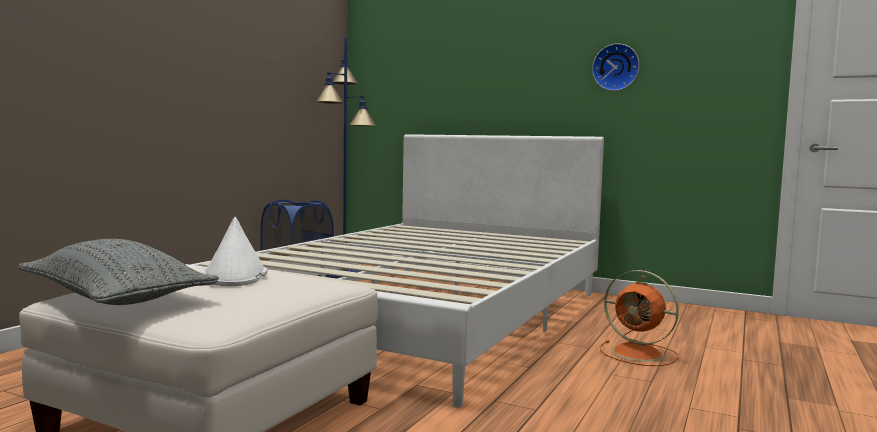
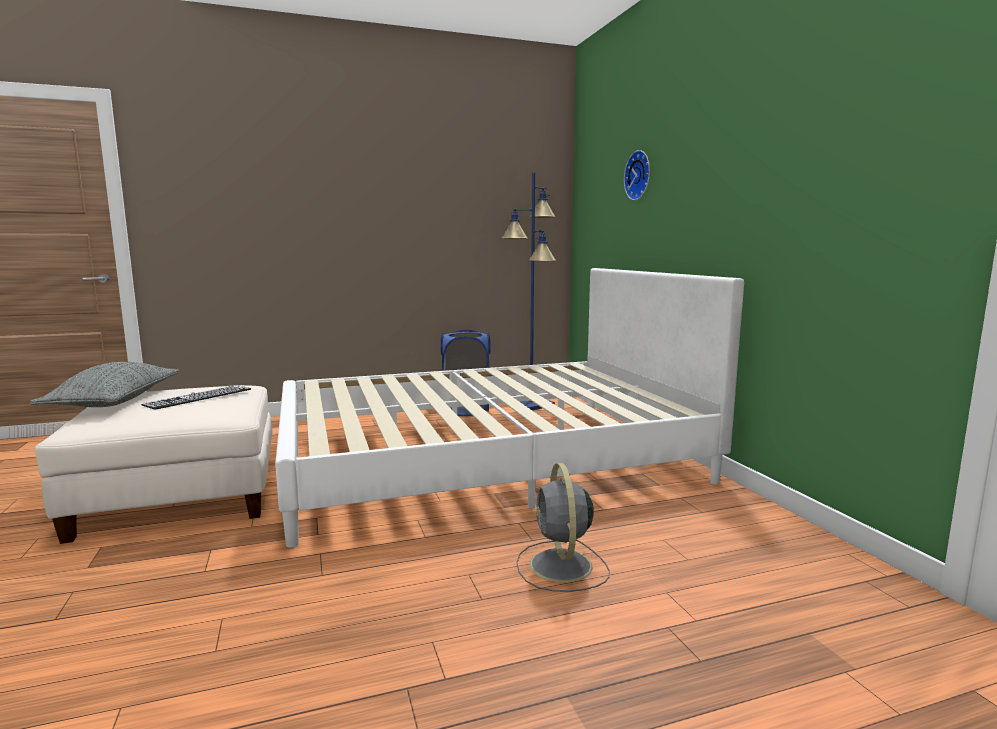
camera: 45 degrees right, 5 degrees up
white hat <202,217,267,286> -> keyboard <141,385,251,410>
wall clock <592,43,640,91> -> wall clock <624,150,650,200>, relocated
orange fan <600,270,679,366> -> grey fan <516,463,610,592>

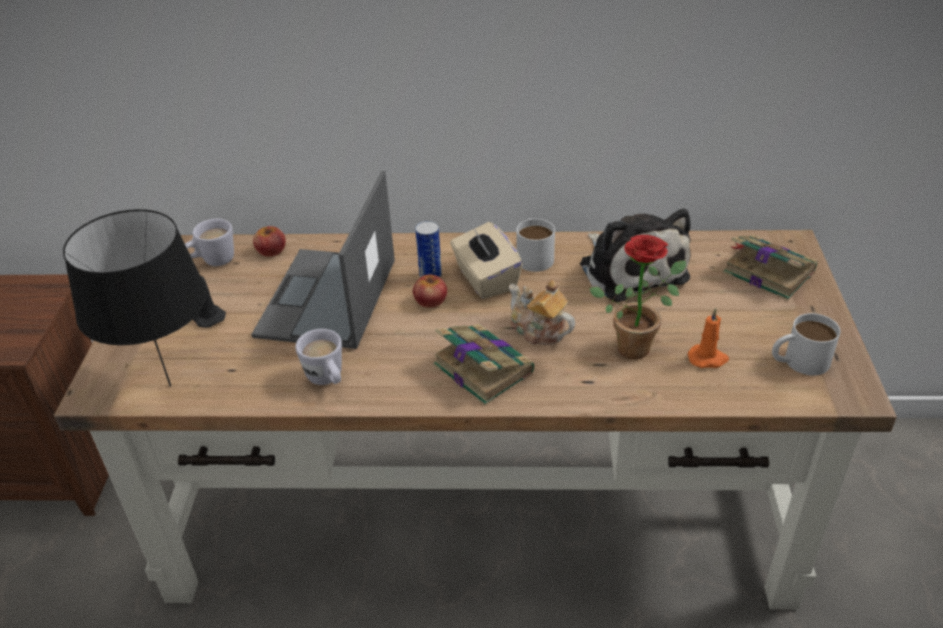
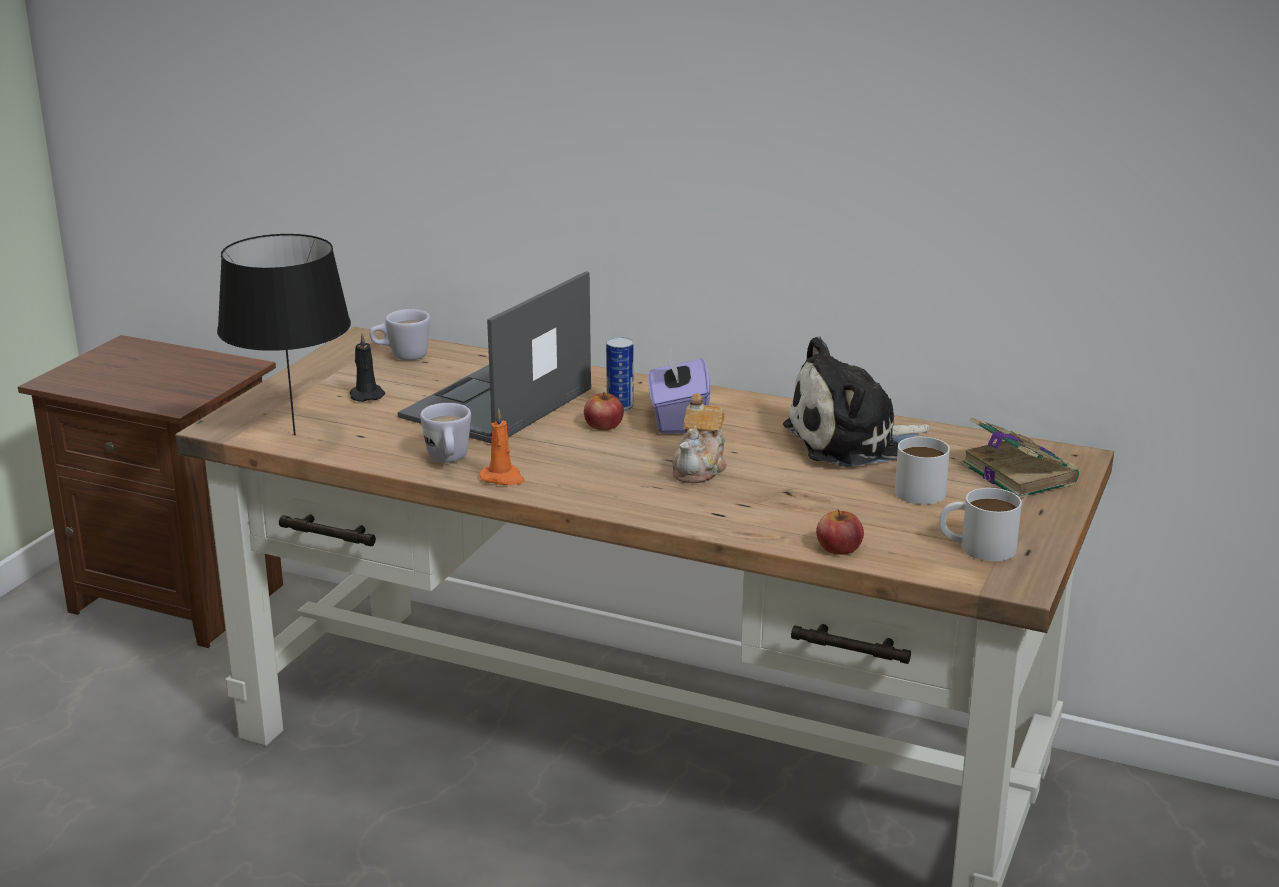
camera: 20 degrees right, 15 degrees down
apple <253,226,286,257> -> apple <816,510,864,555>, relocated
book <433,324,534,405> -> none
beige tissue box <450,222,523,299> -> purple tissue box <648,348,710,434>
teapot <509,280,575,345> -> teapot <672,393,727,483>, 135 degrees counterclockwise
white mug <517,218,555,272> -> white mug <895,437,950,504>, relocated
plush toy <580,209,691,303> -> plush toy <783,336,930,467>, 75 degrees clockwise
potted plant <589,235,686,359> -> none
orange candle <688,308,729,368> -> orange candle <480,409,525,485>, relocated

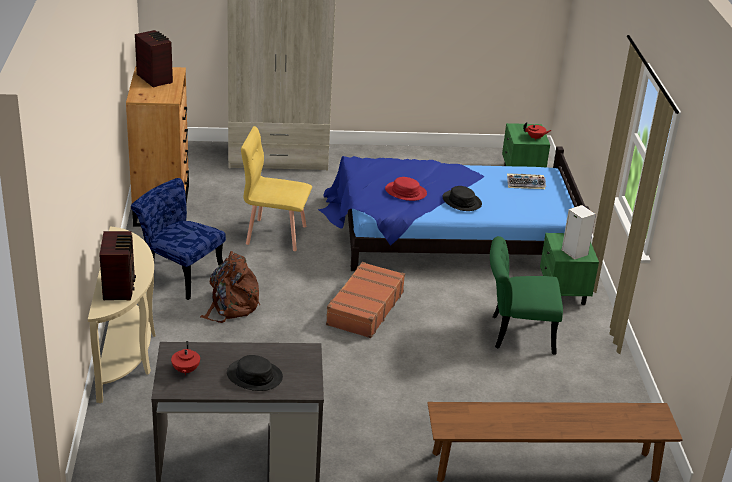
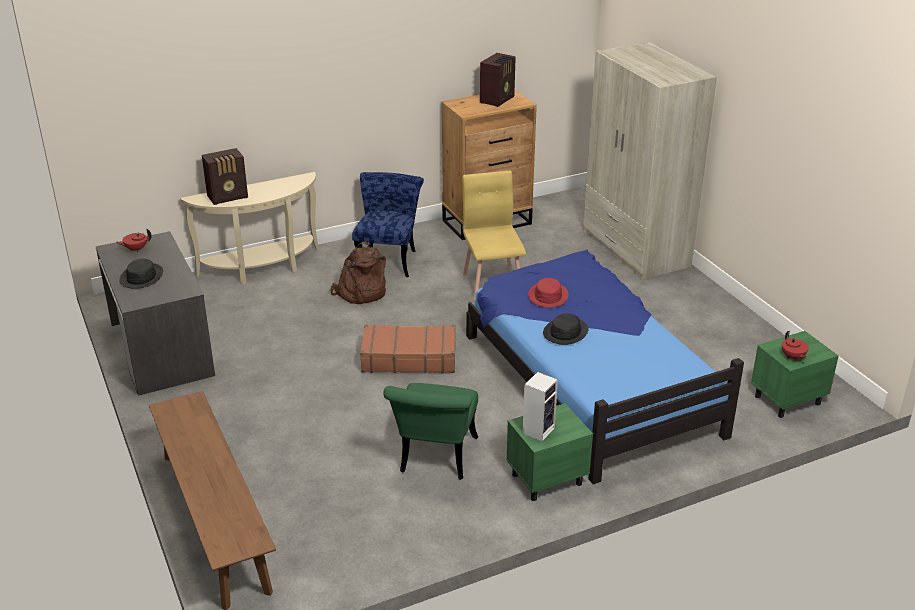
camera: 70 degrees right, 0 degrees up
green chair <490,236,563,355> -> green chair <383,383,478,480>, 150 degrees counterclockwise
keyboard <507,173,546,189> -> none

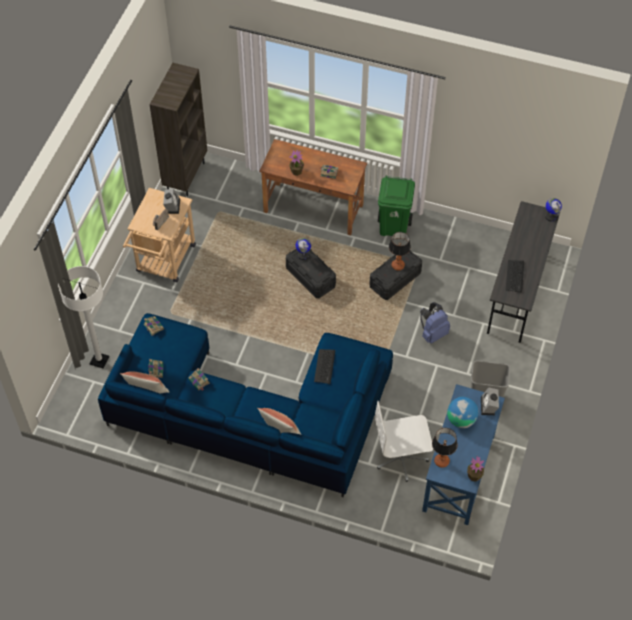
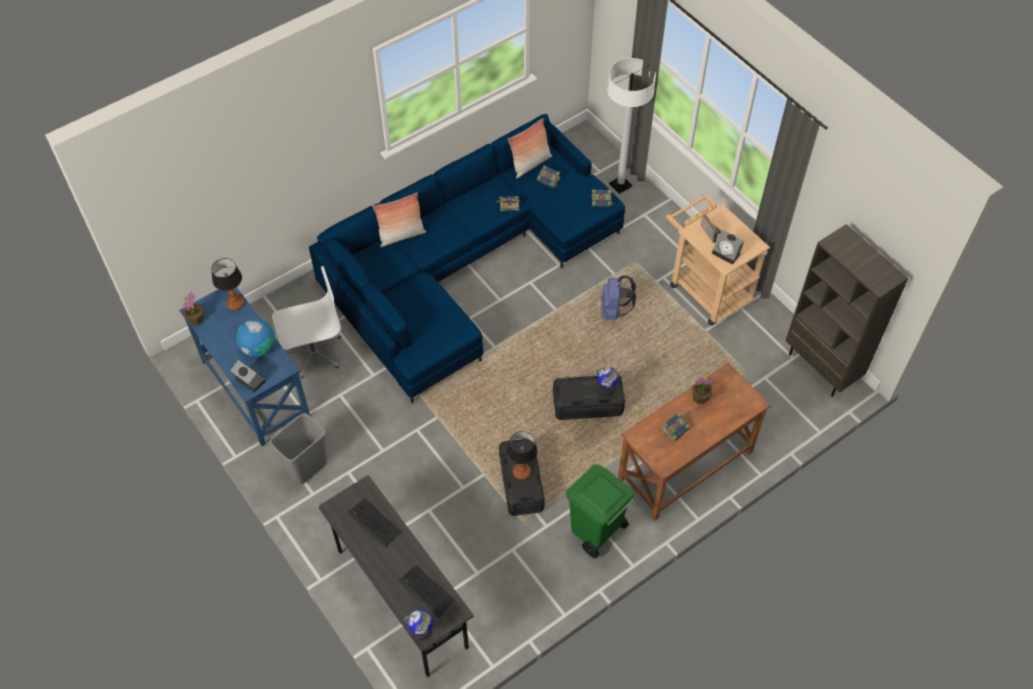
camera: 125 degrees right, 0 degrees up
keyboard <314,349,335,384> -> keyboard <399,565,455,618>, relocated
white office chair <375,401,433,482> -> white office chair <272,266,341,379>, 45 degrees clockwise
blue backpack <420,302,450,344> -> blue backpack <601,275,636,320>, relocated

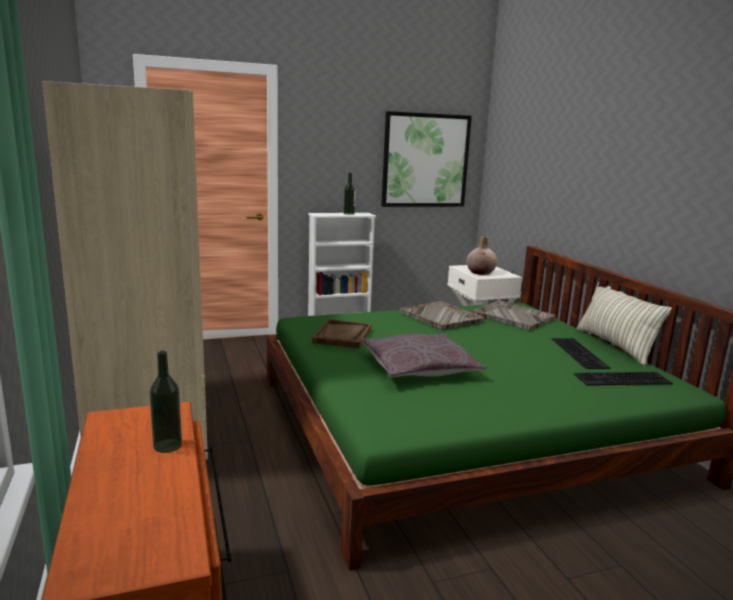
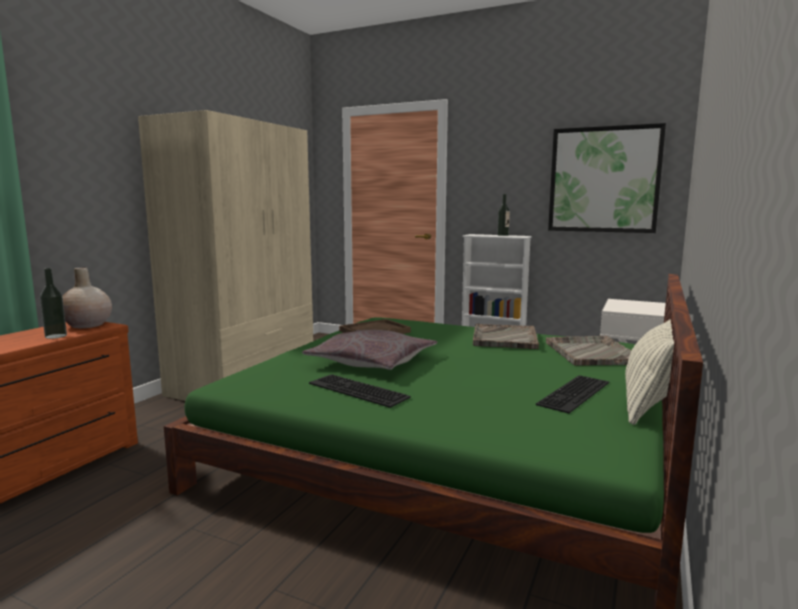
camera: 45 degrees right, 5 degrees down
beige vase <467,235,497,275> -> beige vase <62,267,112,328>, relocated
keyboard <574,372,673,386> -> keyboard <309,375,411,408>, relocated

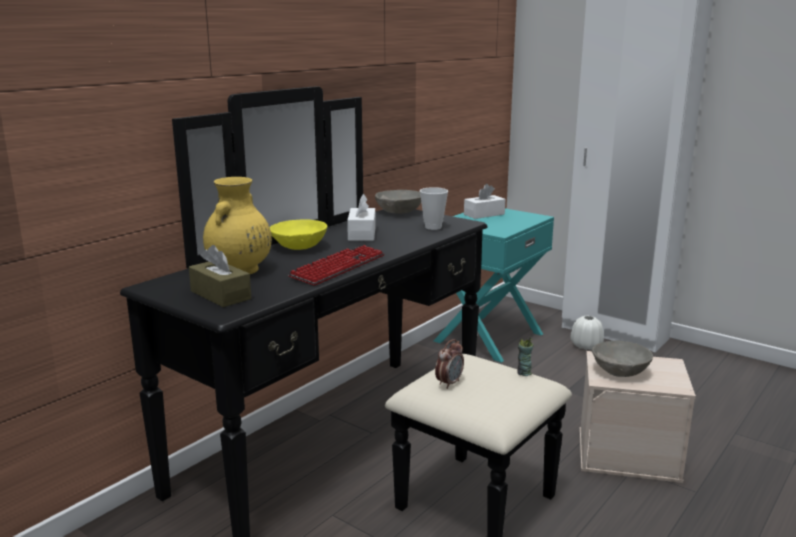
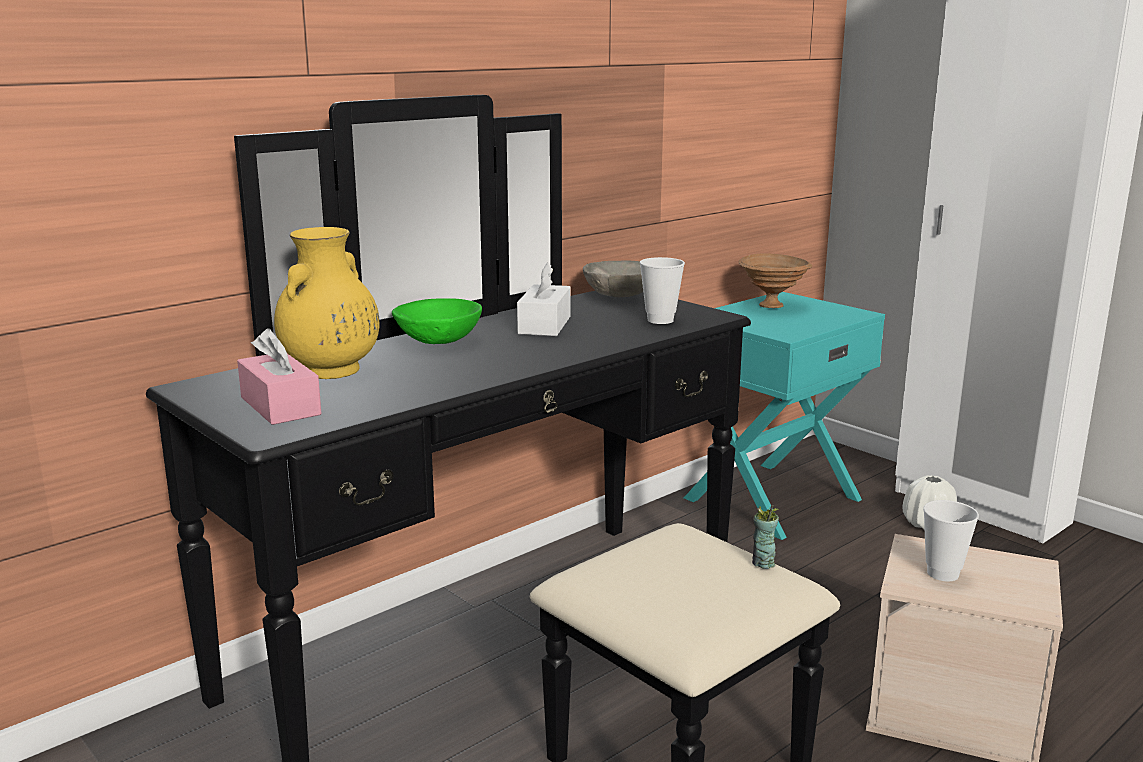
camera: 10 degrees right, 0 degrees up
brown tissue box <189,245,251,307> -> pink tissue box <237,328,322,425>
yellow bowl <270,219,327,250> -> green bowl <392,298,482,344>
keyboard <288,245,385,286> -> none
alarm clock <435,339,464,389> -> none
white tissue box <464,184,505,219> -> brown bowl <739,253,812,308>
grey bowl <592,341,653,377> -> cup <923,500,979,582>

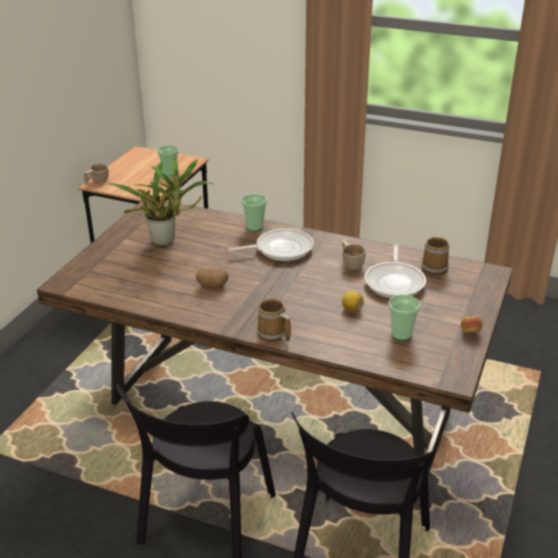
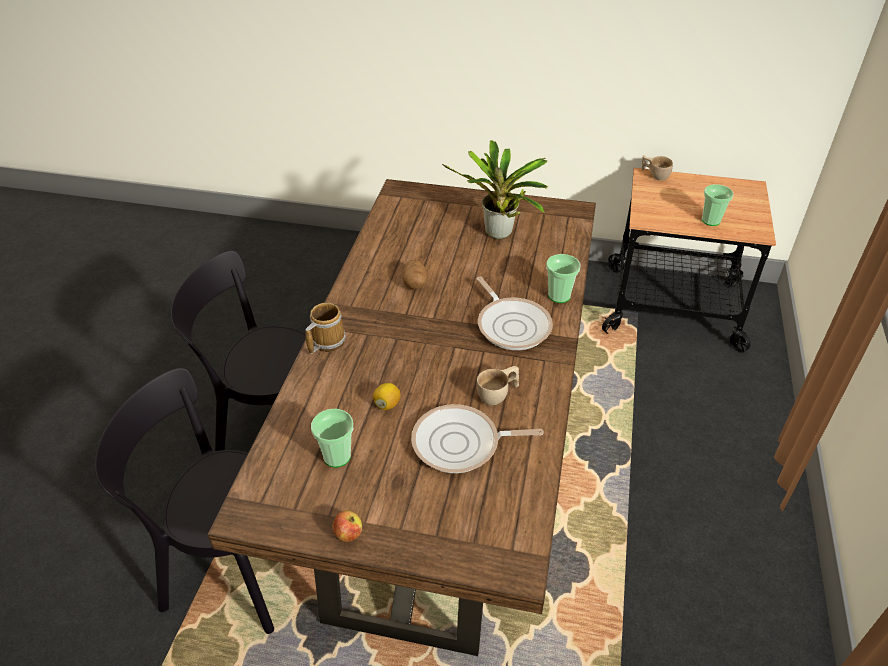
camera: 80 degrees right, 10 degrees up
mug <421,235,450,276> -> none

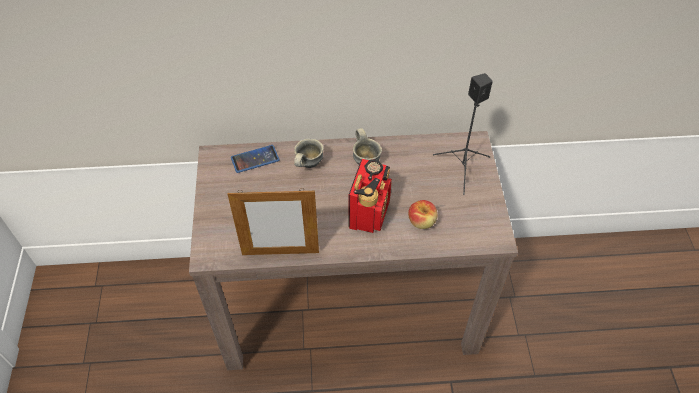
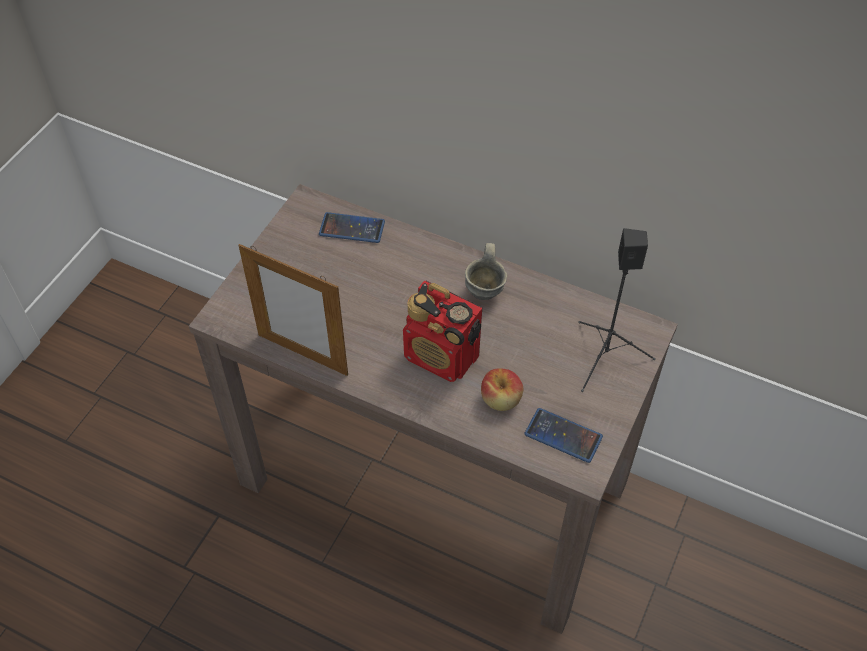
camera: 30 degrees right, 0 degrees up
grey mug <294,139,324,168> -> none
radio <348,159,392,233> -> radio <403,281,482,382>, 75 degrees clockwise
none -> phone <524,408,603,463>

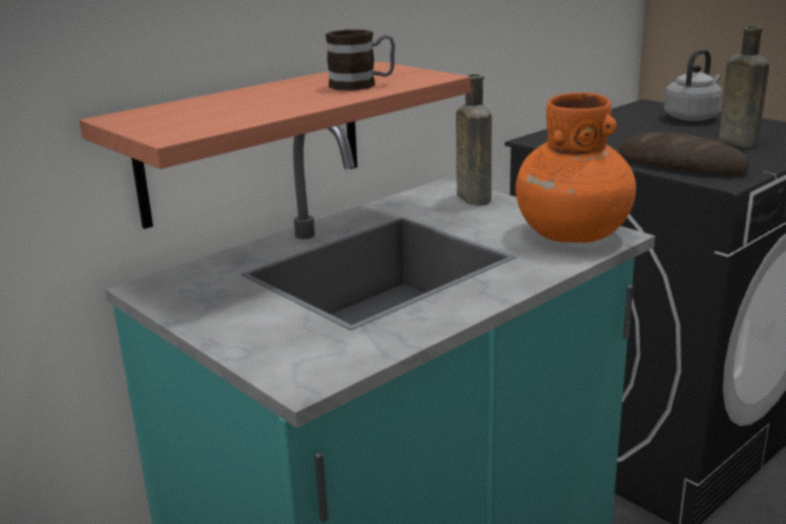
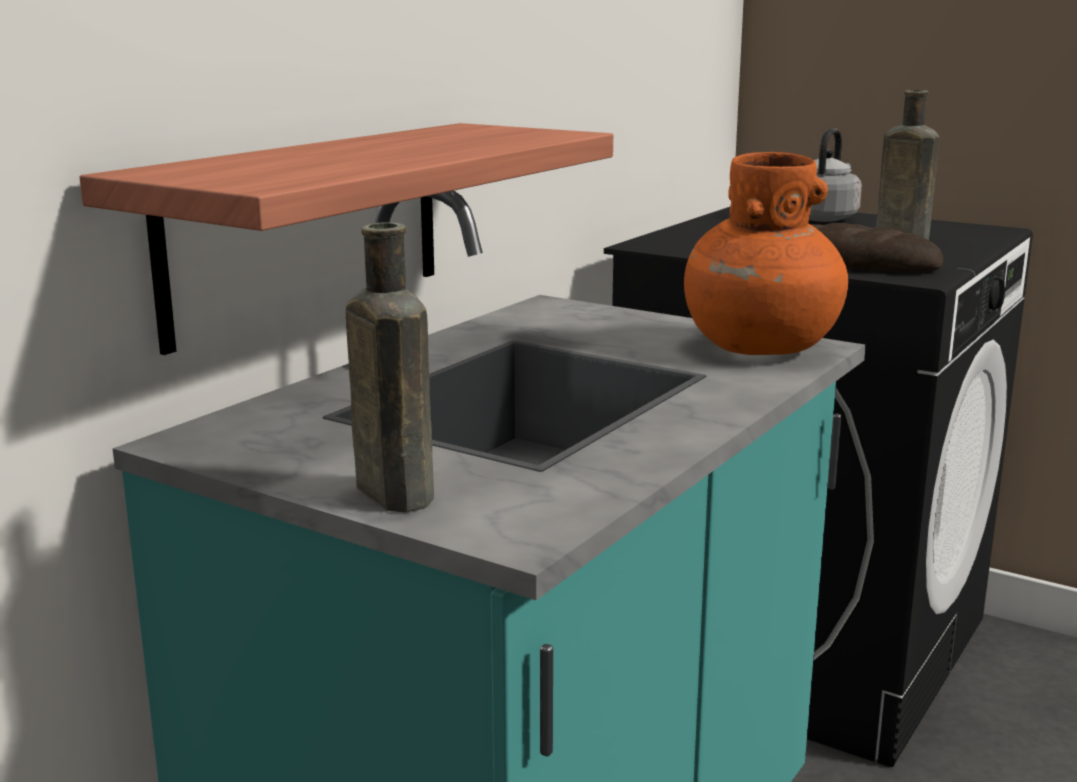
camera: 15 degrees left, 5 degrees down
mug <326,29,395,91> -> none
brown bottle <456,74,492,206> -> brown bottle <346,222,434,512>, relocated

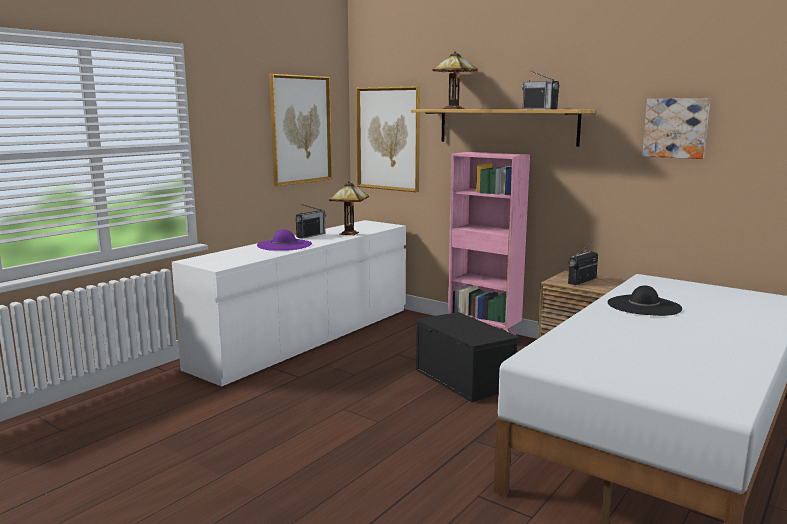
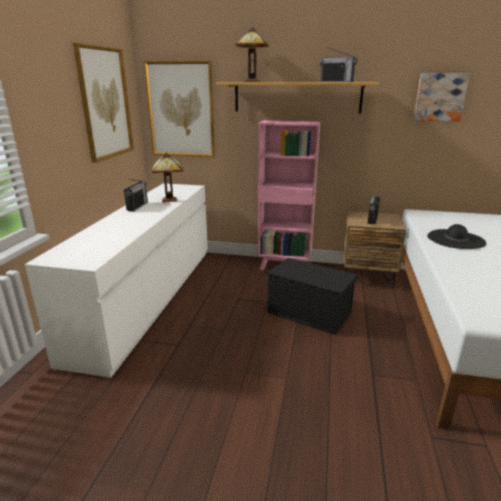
camera: 25 degrees left, 10 degrees up
purple hat <257,229,312,251> -> none

